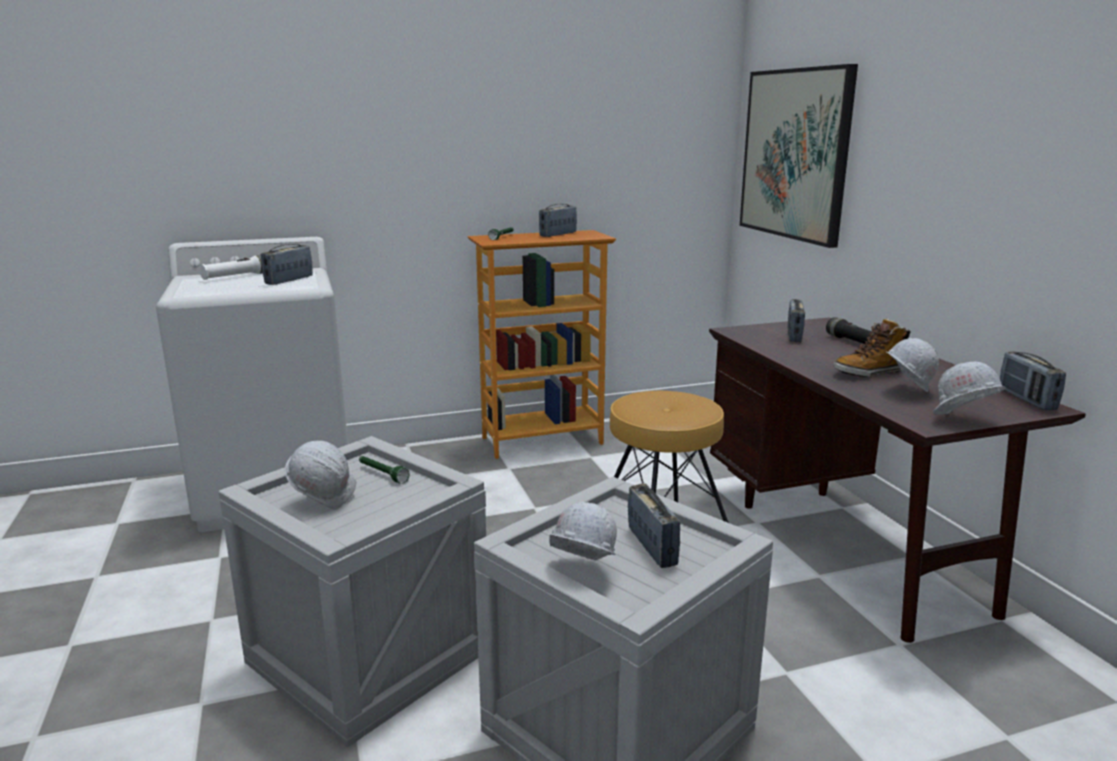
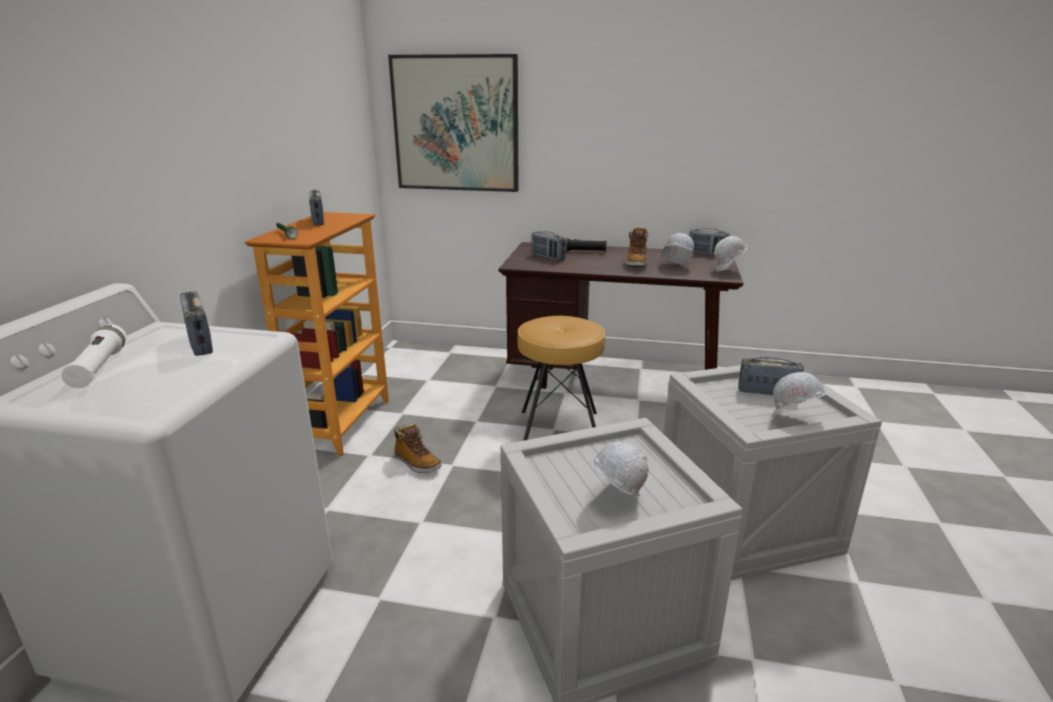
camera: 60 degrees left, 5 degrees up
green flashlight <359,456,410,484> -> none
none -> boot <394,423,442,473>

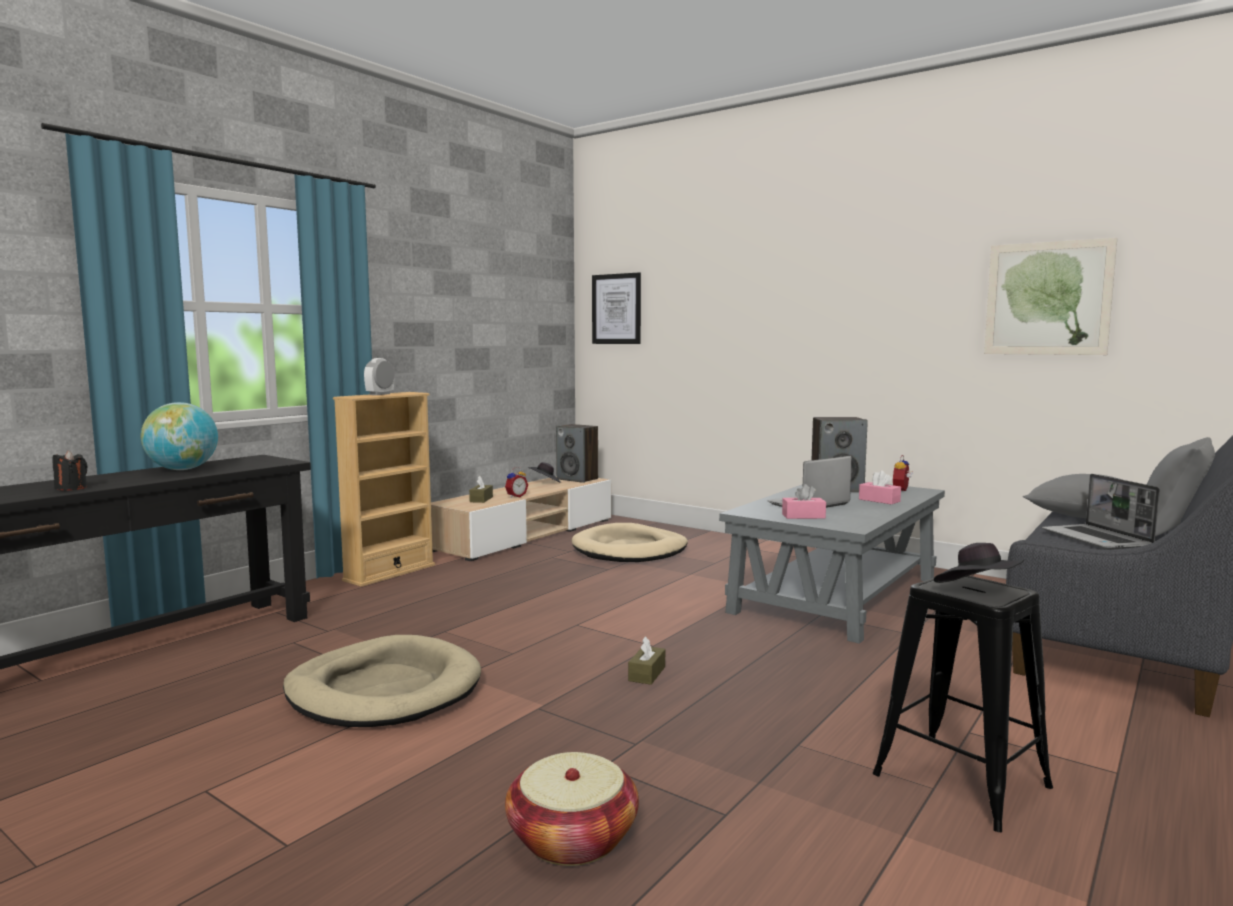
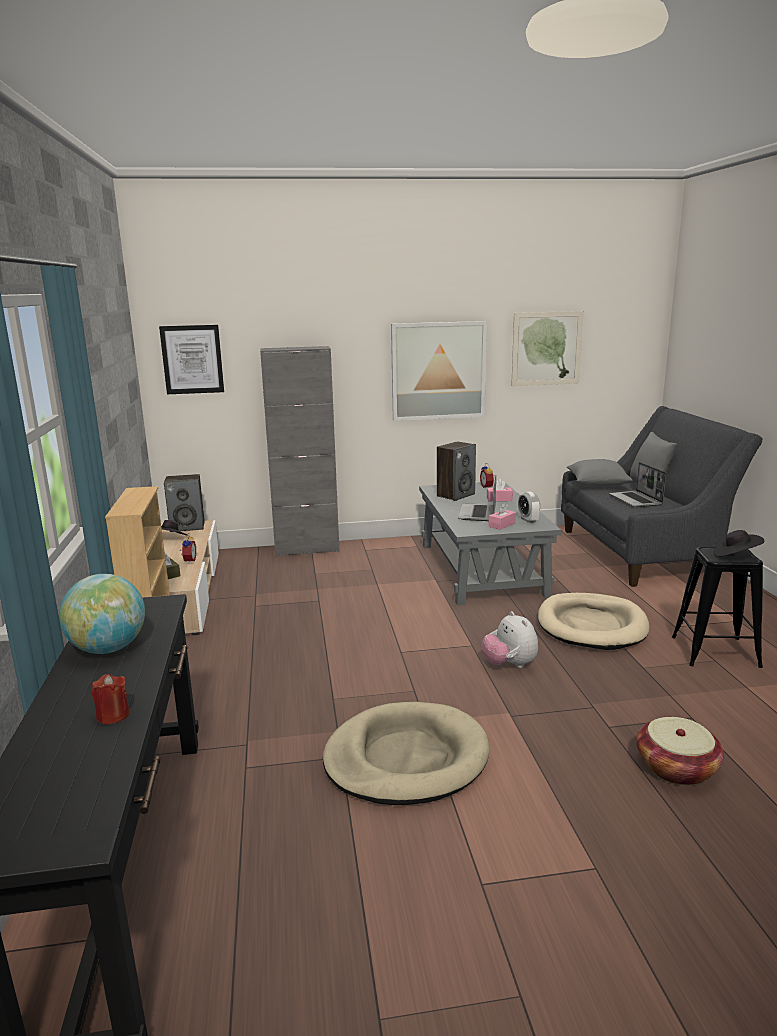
camera: 45 degrees left, 10 degrees up
black candle <52,451,88,490> -> red candle <92,674,130,725>
alarm clock <364,358,394,395> -> alarm clock <518,491,540,523>, relocated
beige dog bed <572,523,688,562> -> beige dog bed <538,593,649,650>, relocated
brown tissue box <628,636,665,685> -> plush toy <482,611,538,668>
laptop <1042,474,1160,550> -> laptop <609,462,666,507>, 45 degrees clockwise
none -> grey cabinet <260,346,340,557>
none -> picture <391,321,487,421>

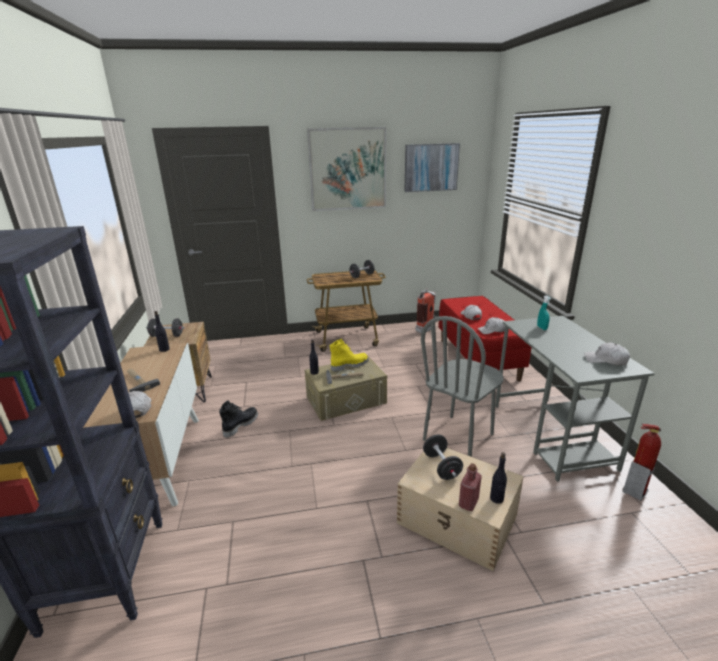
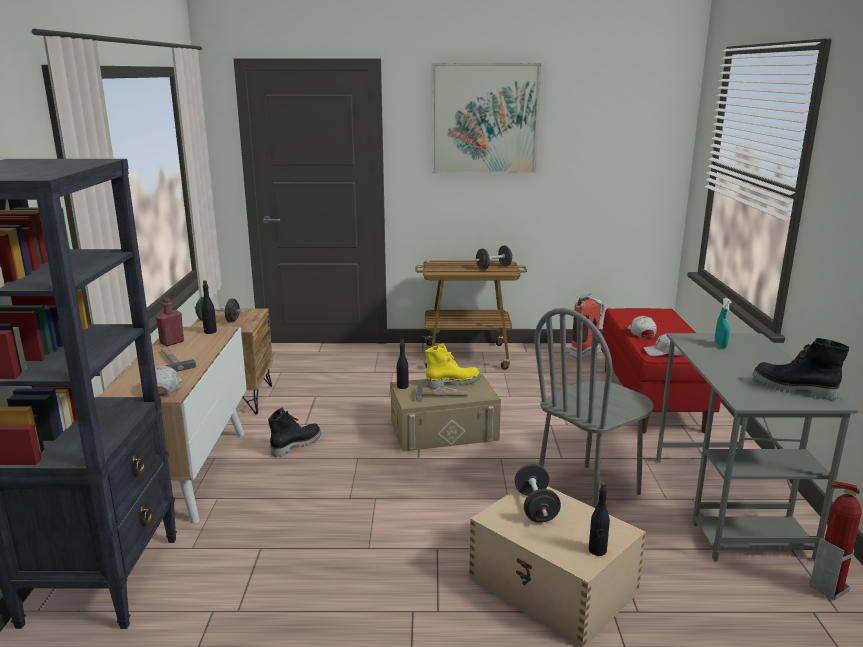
camera: 10 degrees right, 5 degrees down
picture <404,143,460,192> -> none
red bottle <459,463,482,511> -> red bottle <156,298,184,346>, relocated
white cap <584,342,630,366> -> black boot <752,338,849,400>

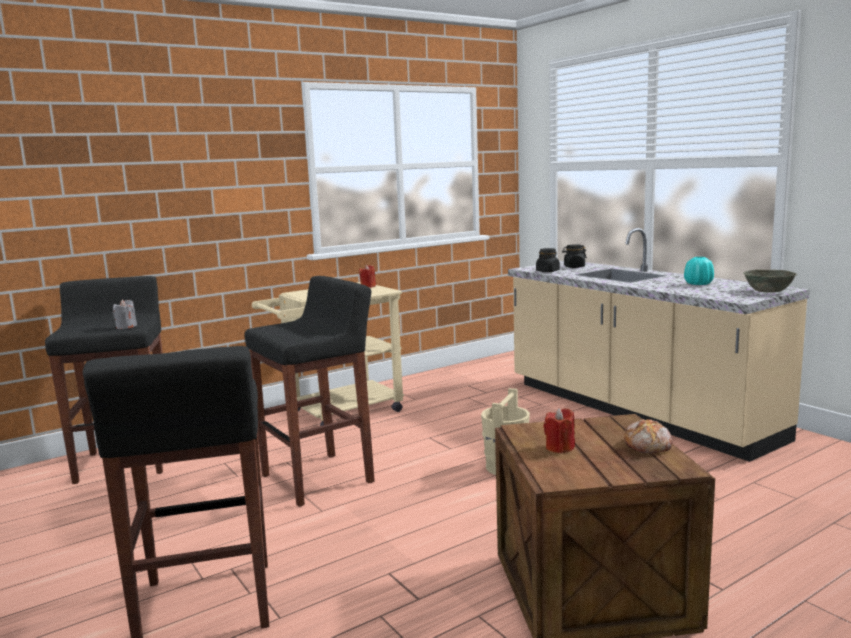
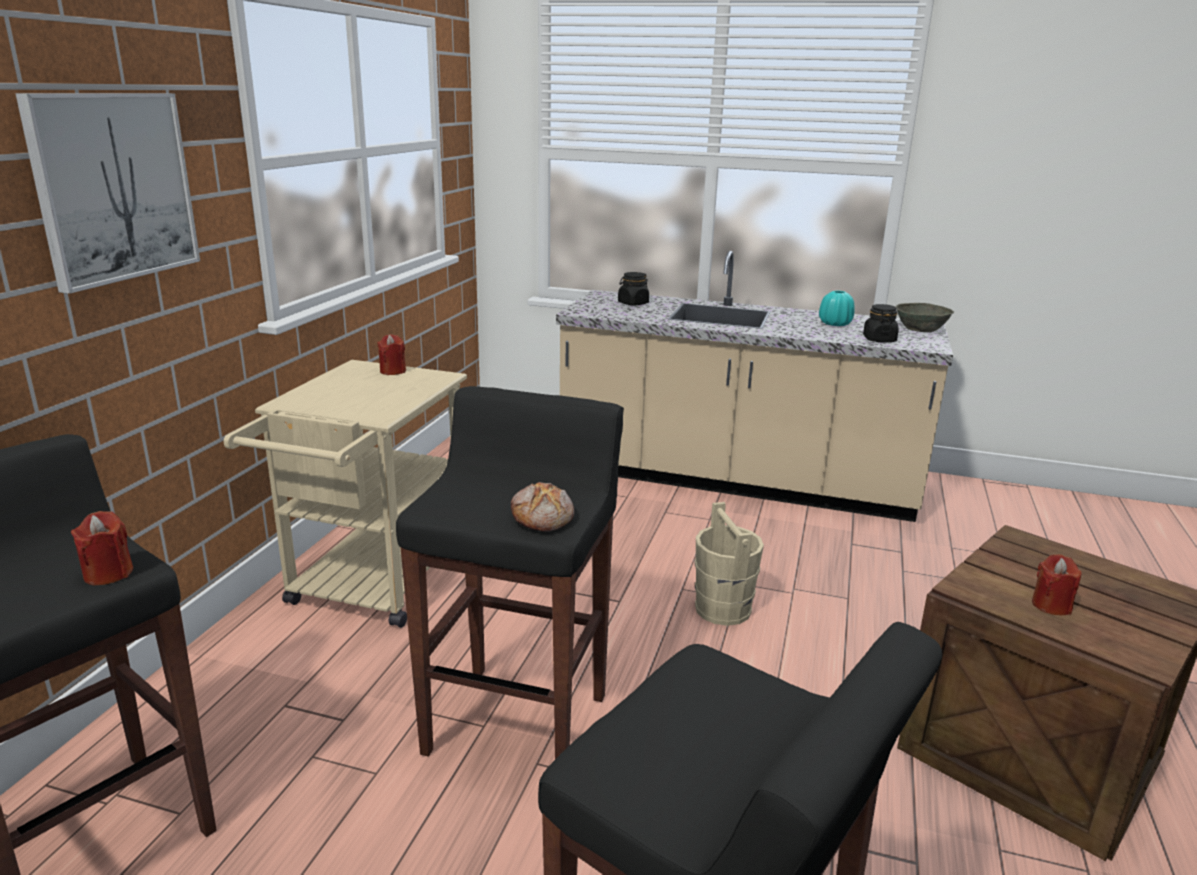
camera: 40 degrees left, 10 degrees up
grey candle <113,299,137,329> -> red candle <71,511,133,585>
black jar <536,248,560,272> -> black jar <863,304,899,343>, relocated
bread <624,419,672,453> -> bread <511,482,575,532>, relocated
none -> picture <15,93,200,294>

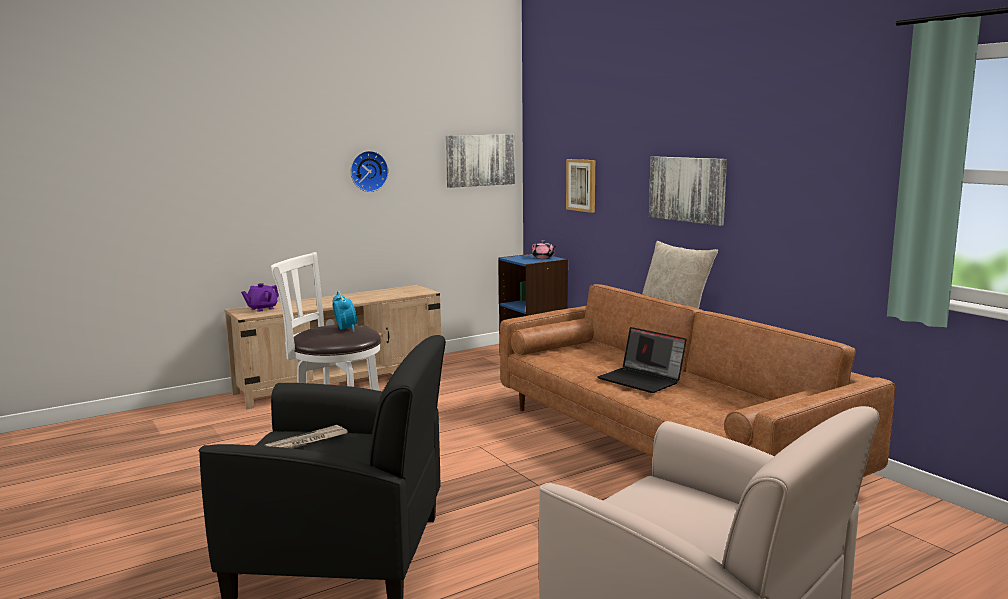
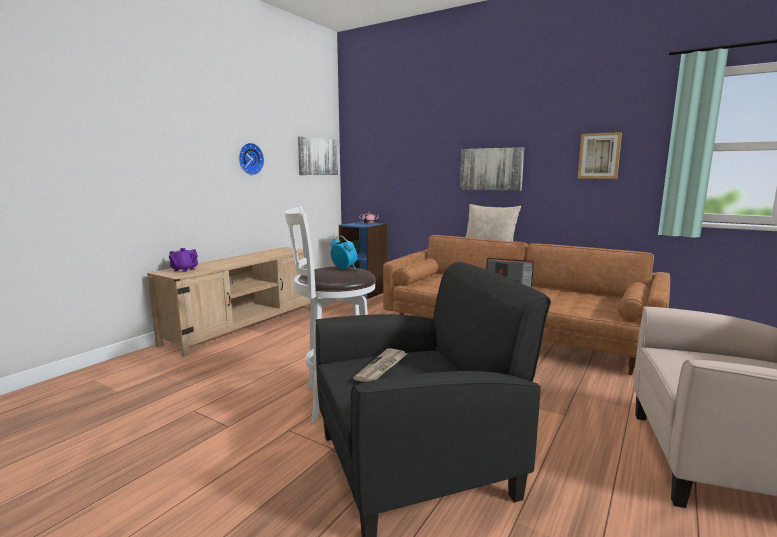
camera: 25 degrees left, 0 degrees up
picture <566,159,595,213> -> picture <578,132,622,179>, relocated

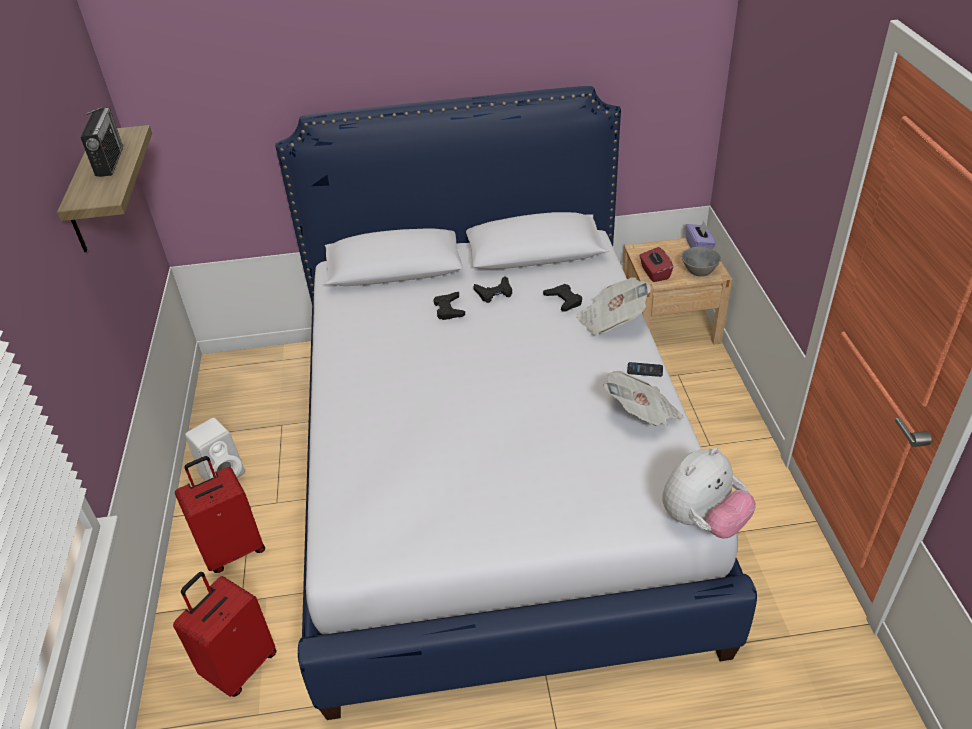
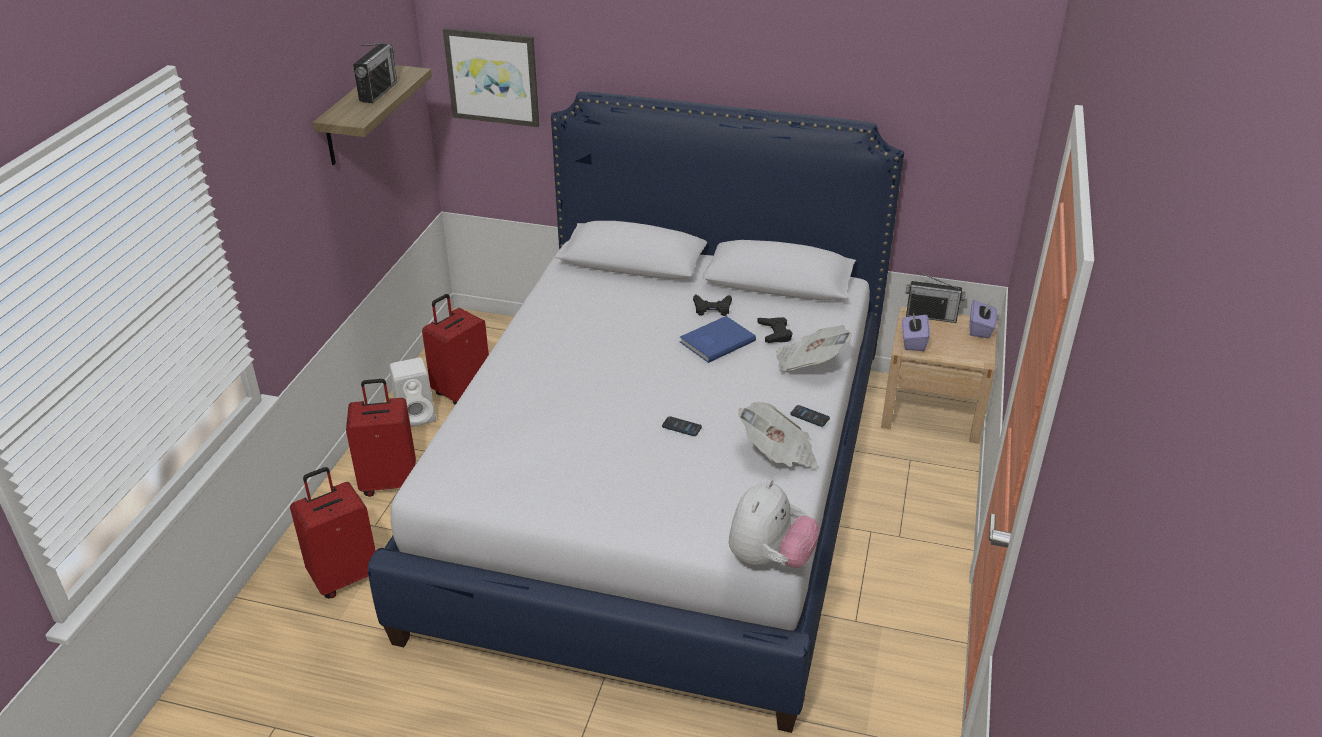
camera: 20 degrees right, 5 degrees down
black game controller <433,292,465,320> -> none
red tissue box <639,247,673,282> -> purple tissue box <902,311,930,351>
plush toy <662,447,756,538> -> plush toy <729,479,820,568>, 45 degrees counterclockwise
grey bowl <682,247,721,276> -> none
none -> red suitcase <422,294,489,405>
none -> picture <443,28,539,127>
none -> phone <662,416,702,436>
none -> blue book <680,316,756,363>
none -> radio <906,272,966,323>

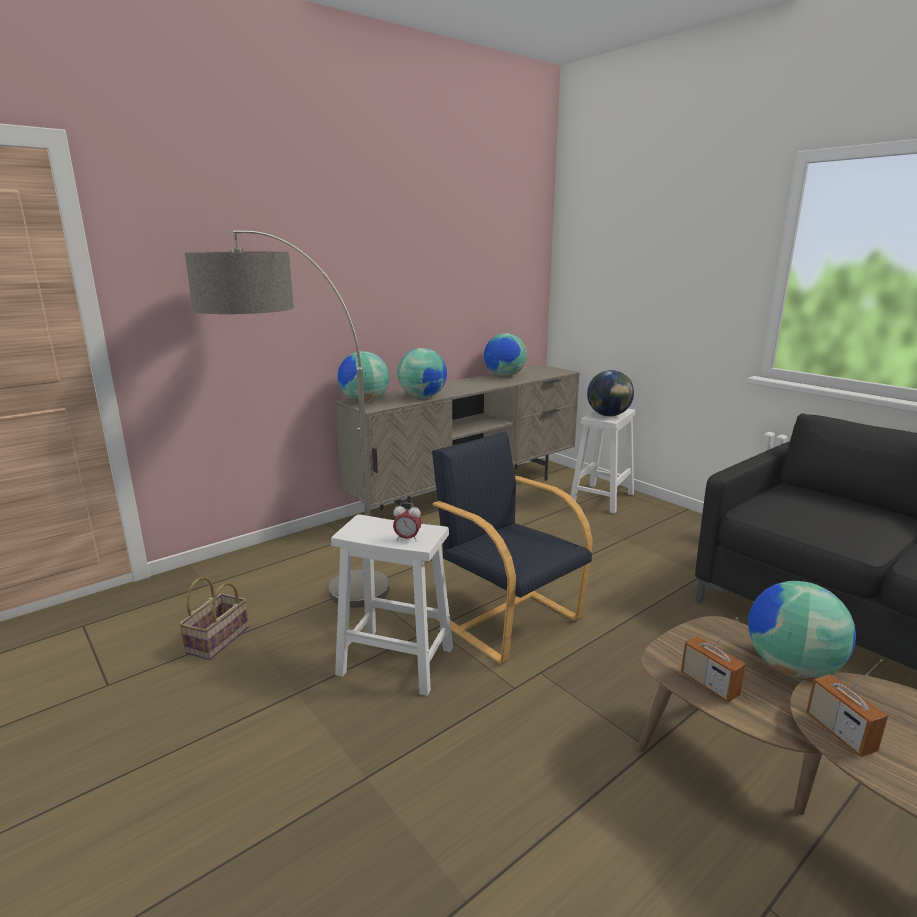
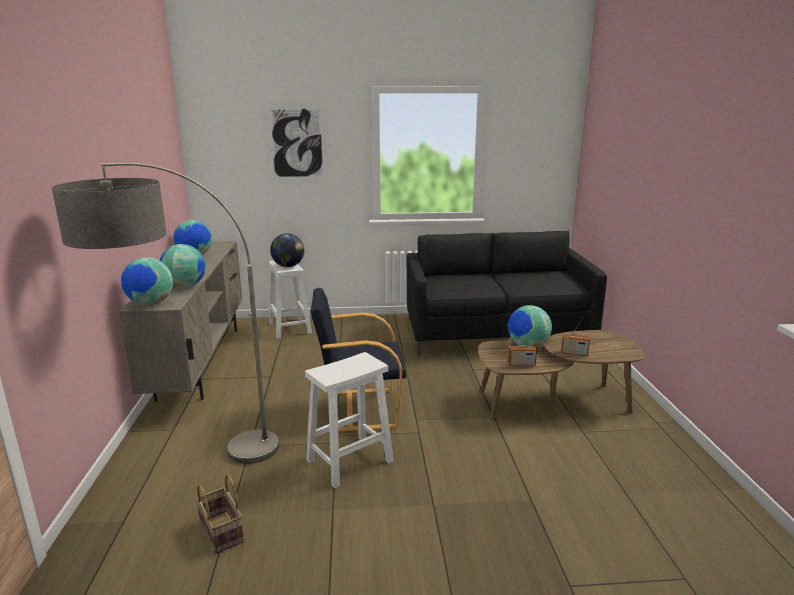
camera: 55 degrees left, 0 degrees up
alarm clock <393,503,422,542> -> none
none -> picture <268,107,324,178>

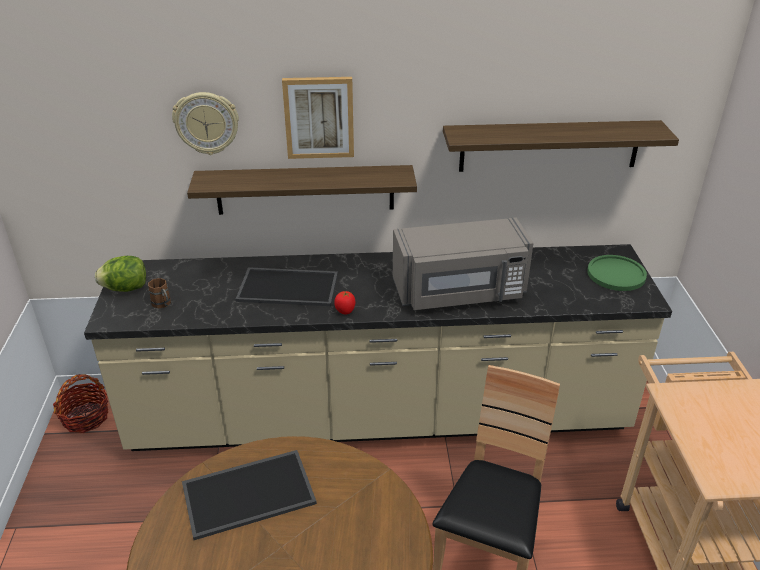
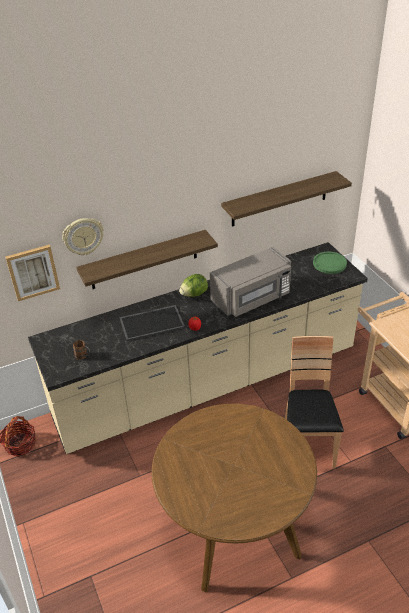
camera: 20 degrees left, 5 degrees up
lettuce <95,256,146,292> -> lettuce <179,274,208,297>, relocated
tray <182,450,317,540> -> none
picture <282,77,354,159> -> picture <5,244,60,301>, relocated

